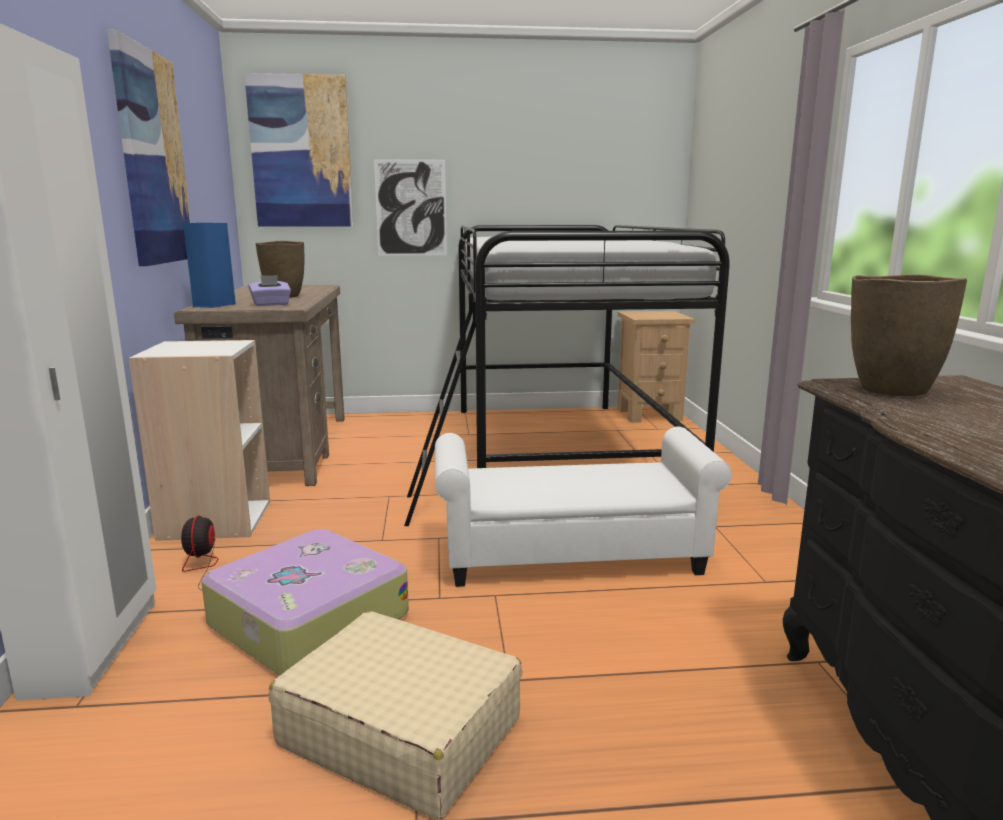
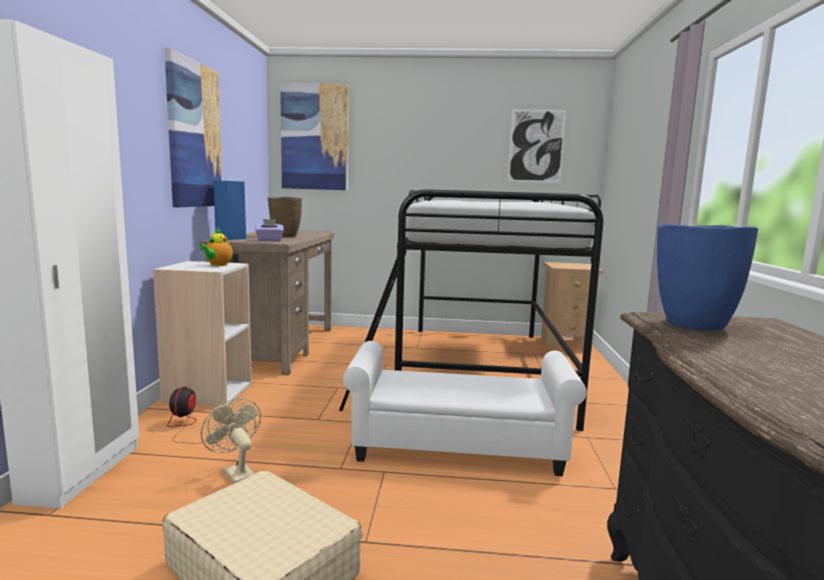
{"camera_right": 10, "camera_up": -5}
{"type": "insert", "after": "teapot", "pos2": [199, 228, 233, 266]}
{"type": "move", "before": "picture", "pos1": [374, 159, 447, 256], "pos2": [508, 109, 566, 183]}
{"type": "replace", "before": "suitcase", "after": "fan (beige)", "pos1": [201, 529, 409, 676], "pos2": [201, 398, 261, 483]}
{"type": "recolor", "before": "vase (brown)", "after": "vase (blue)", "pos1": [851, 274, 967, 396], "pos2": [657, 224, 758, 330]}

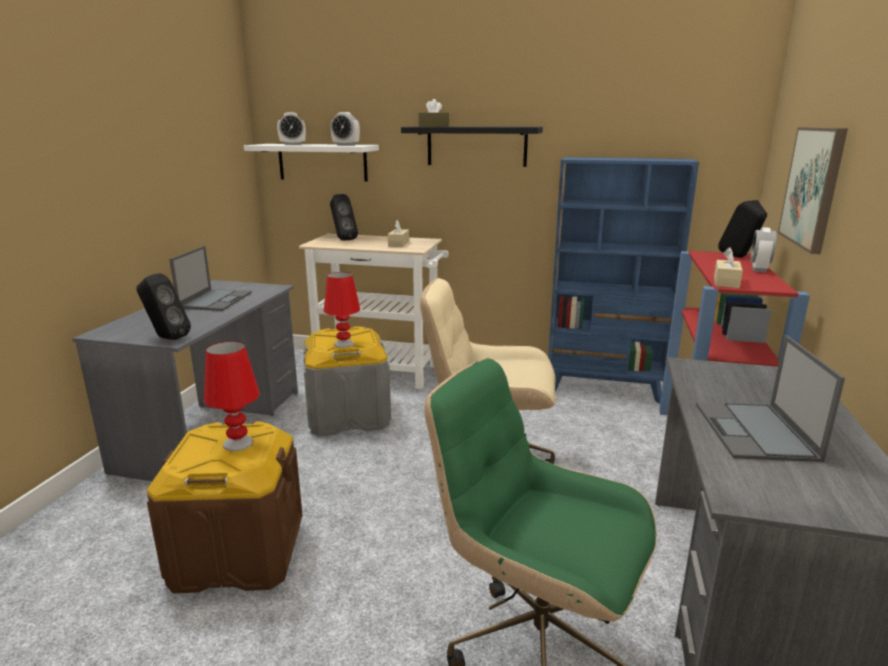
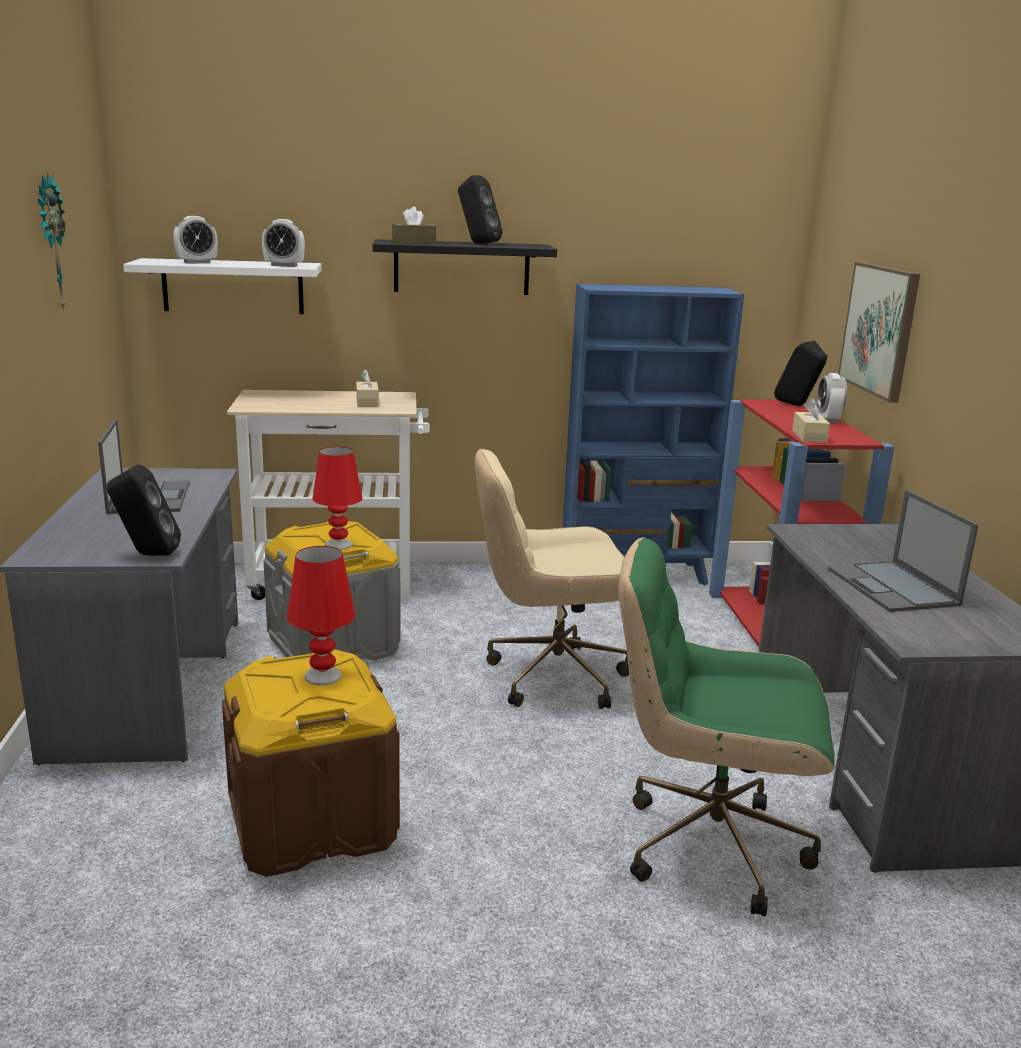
{"camera_right": -20, "camera_up": 0}
{"type": "insert", "after": "wall clock", "pos2": [38, 173, 67, 311]}
{"type": "move", "before": "speaker (black)", "pos1": [330, 194, 358, 241], "pos2": [458, 175, 503, 244]}

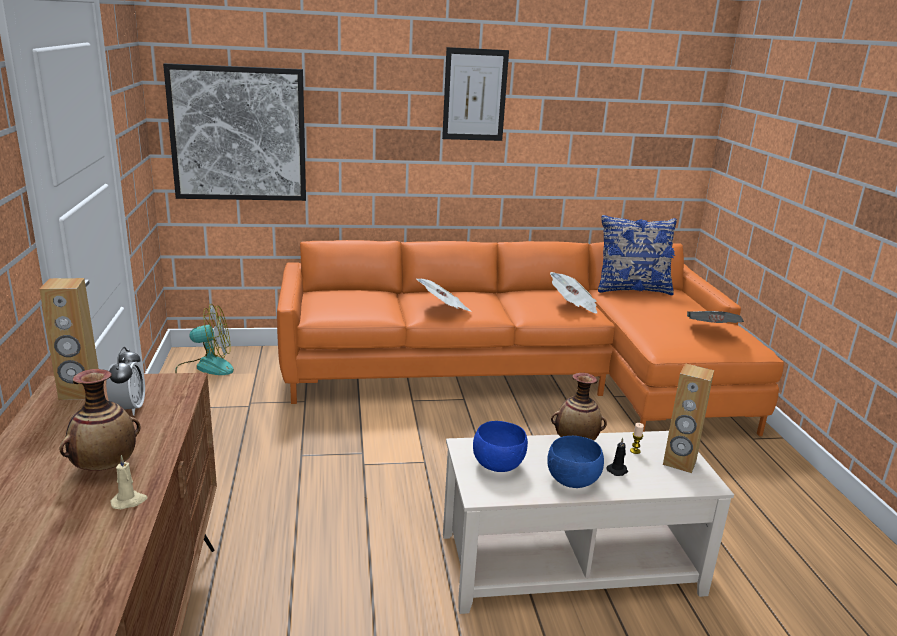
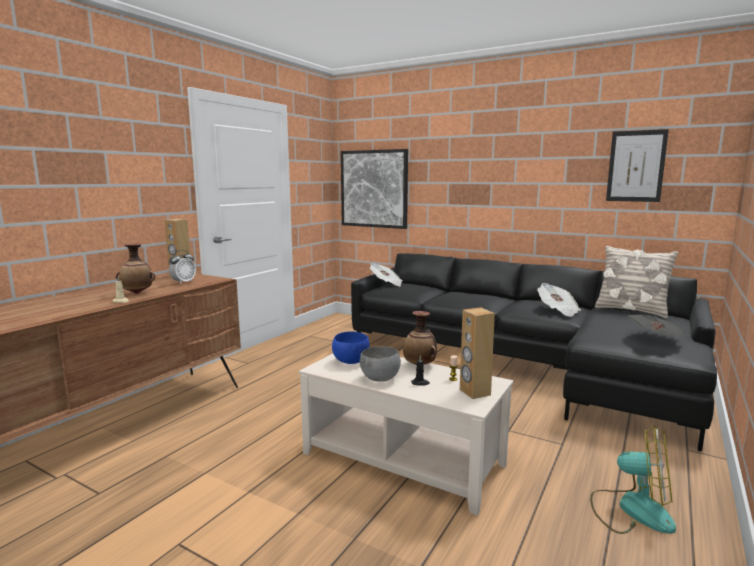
{"camera_right": 40, "camera_up": -10}
{"type": "move", "before": "fan", "pos1": [175, 304, 234, 375], "pos2": [590, 425, 676, 534]}
{"type": "move", "before": "newspaper", "pos1": [416, 278, 472, 312], "pos2": [370, 263, 403, 286]}
{"type": "move", "before": "picture", "pos1": [442, 47, 509, 141], "pos2": [606, 129, 669, 202]}
{"type": "recolor", "before": "sofa (orange)", "after": "sofa (black)", "pos1": [277, 240, 784, 436], "pos2": [351, 253, 717, 451]}
{"type": "recolor", "before": "bowl (blue)", "after": "bowl (grey)", "pos1": [547, 436, 604, 488], "pos2": [360, 346, 401, 382]}
{"type": "recolor", "before": "pillow (blue)", "after": "pillow (beige)", "pos1": [598, 215, 677, 295], "pos2": [595, 246, 678, 319]}

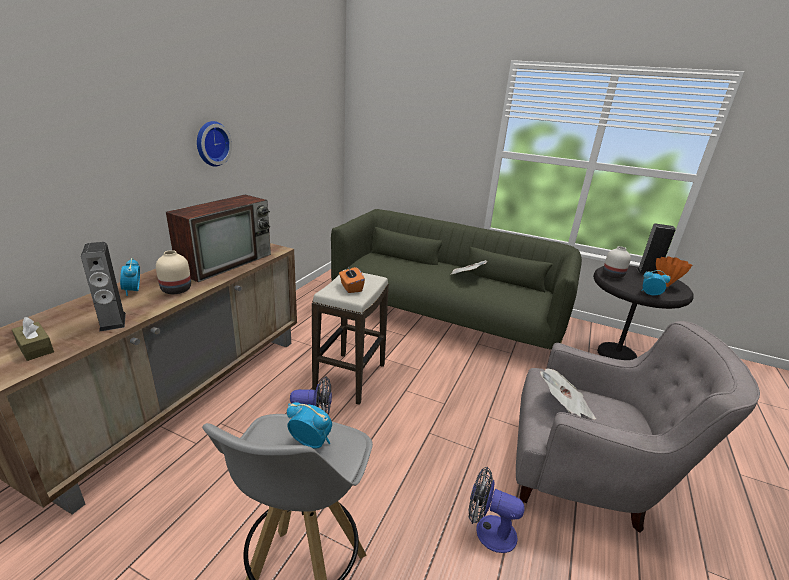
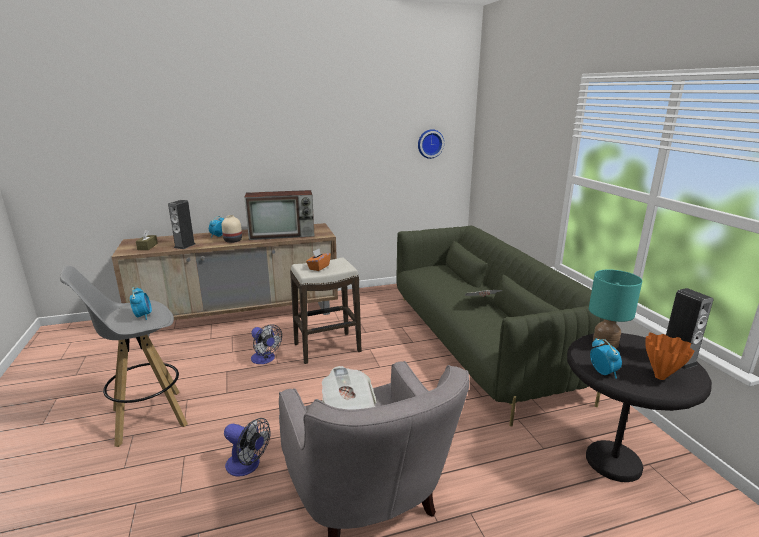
{"camera_right": 50, "camera_up": -5}
{"type": "move", "before": "wall clock", "pos1": [197, 121, 232, 167], "pos2": [418, 129, 444, 159]}
{"type": "replace", "before": "vase (white)", "after": "table lamp (turquoise)", "pos1": [603, 246, 631, 278], "pos2": [589, 269, 642, 349]}
{"type": "rotate", "before": "fan", "pos1": [468, 467, 525, 553], "pos2": [224, 418, 271, 476], "turn": 135}

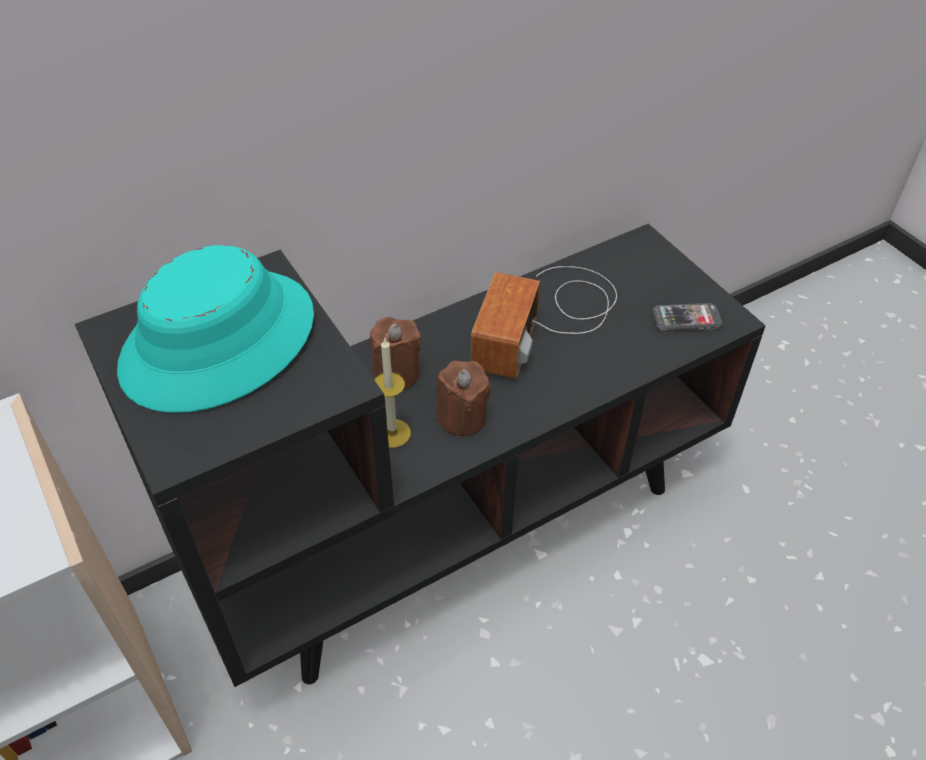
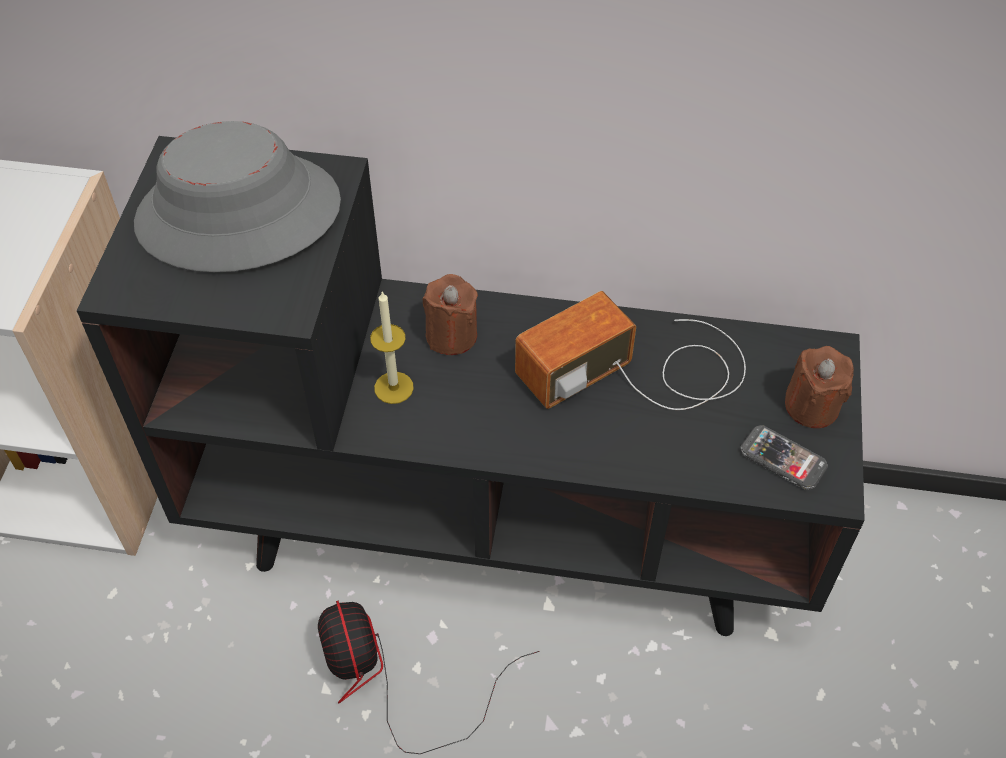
{"camera_right": 40, "camera_up": 5}
{"type": "insert", "after": "fan", "pos2": [318, 600, 540, 754]}
{"type": "move", "before": "candle (brown)", "pos1": [436, 361, 492, 436], "pos2": [785, 346, 854, 428]}
{"type": "recolor", "before": "hat (turquoise)", "after": "hat (grey)", "pos1": [117, 245, 314, 413], "pos2": [134, 121, 341, 273]}

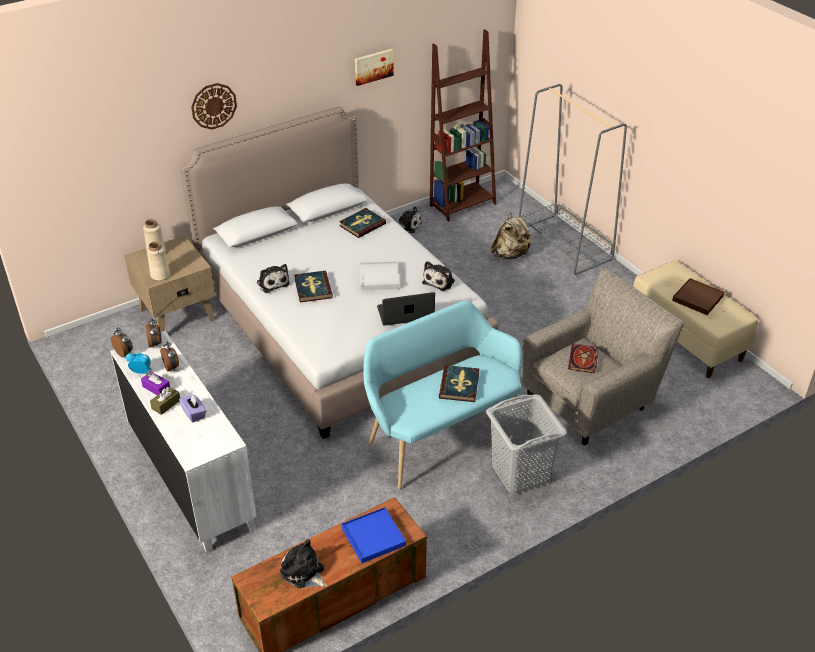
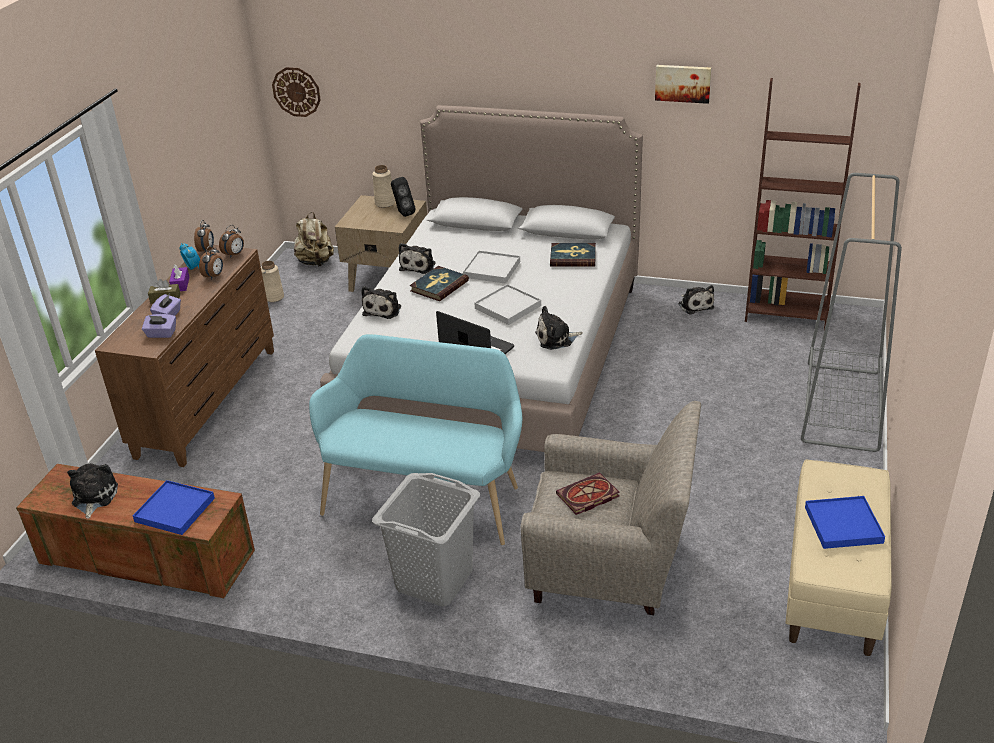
{"camera_right": 50, "camera_up": -5}
{"type": "delete", "before": "book", "pos1": [439, 365, 479, 402]}
{"type": "insert", "after": "tissue box (purple)", "pos2": [142, 314, 176, 338]}
{"type": "insert", "after": "plush toy", "pos2": [361, 286, 401, 319]}
{"type": "insert", "after": "speaker (black)", "pos2": [391, 177, 416, 217]}
{"type": "insert", "after": "tray (white)", "pos2": [463, 250, 520, 284]}
{"type": "move", "before": "vase (beige)", "pos1": [147, 242, 170, 281], "pos2": [261, 261, 284, 302]}
{"type": "move", "before": "wall clock", "pos1": [191, 83, 237, 130], "pos2": [272, 67, 321, 117]}
{"type": "move", "before": "backpack (beige)", "pos1": [491, 213, 532, 259], "pos2": [294, 212, 334, 267]}
{"type": "recolor", "before": "dresser (white)", "after": "dresser (brown)", "pos1": [110, 331, 257, 553], "pos2": [95, 245, 274, 467]}
{"type": "recolor", "before": "tray (brown)", "after": "tray (blue)", "pos1": [672, 278, 724, 315], "pos2": [805, 496, 885, 549]}

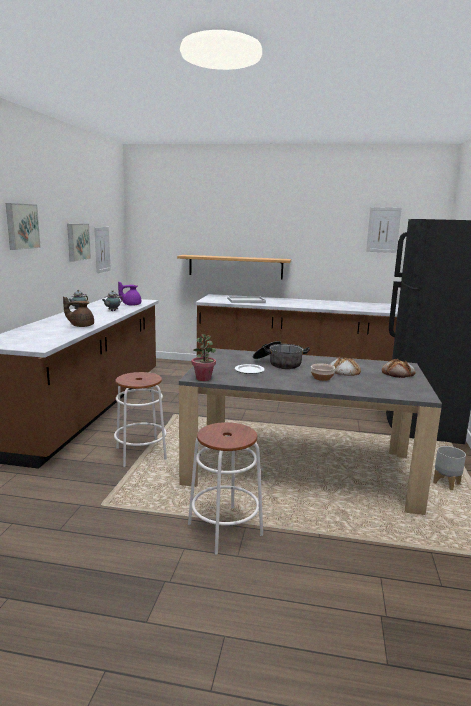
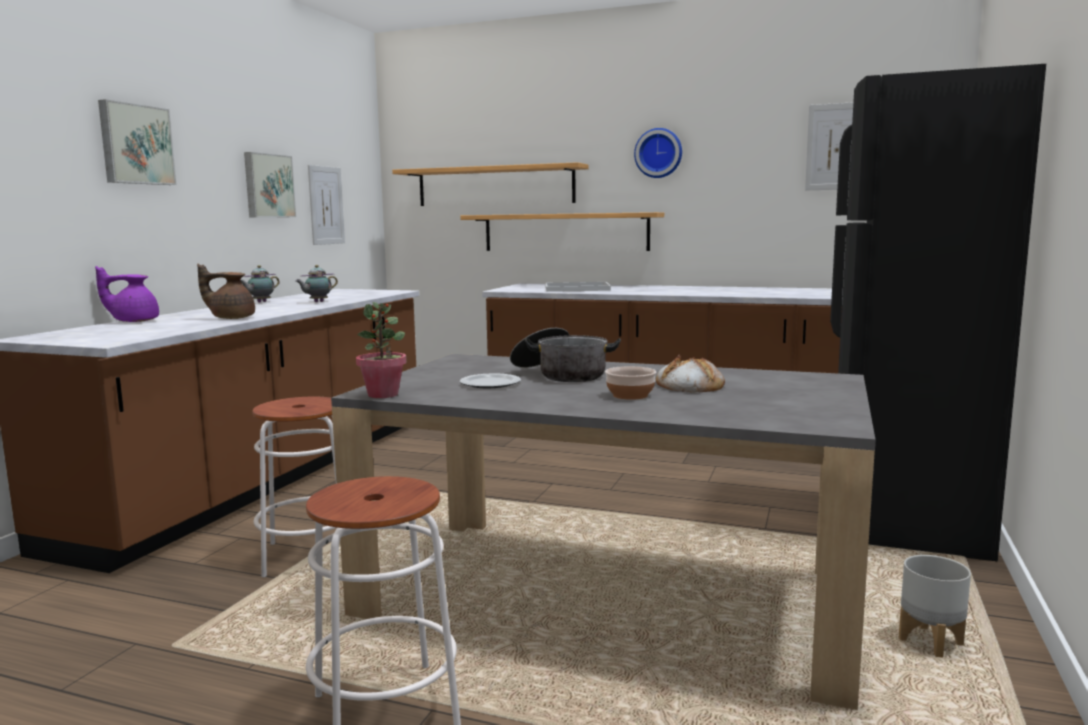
{"camera_right": 10, "camera_up": -5}
{"type": "delete", "before": "bread", "pos1": [382, 359, 415, 378]}
{"type": "insert", "after": "shelf", "pos2": [392, 162, 589, 206]}
{"type": "insert", "after": "wall clock", "pos2": [634, 128, 682, 178]}
{"type": "move", "before": "teapot (purple)", "pos1": [118, 282, 141, 306], "pos2": [95, 266, 159, 322]}

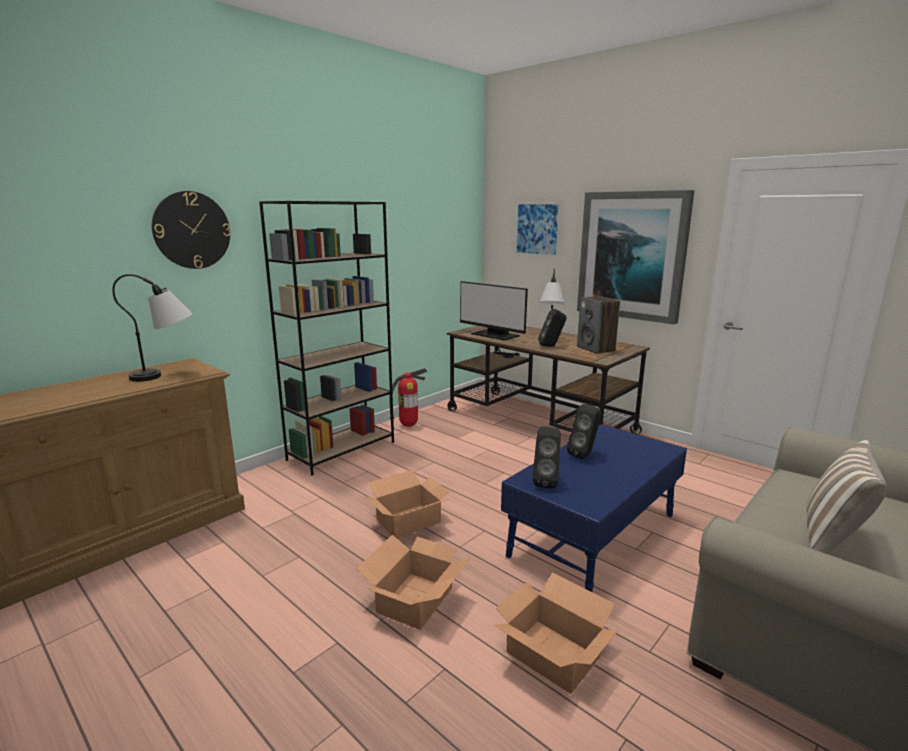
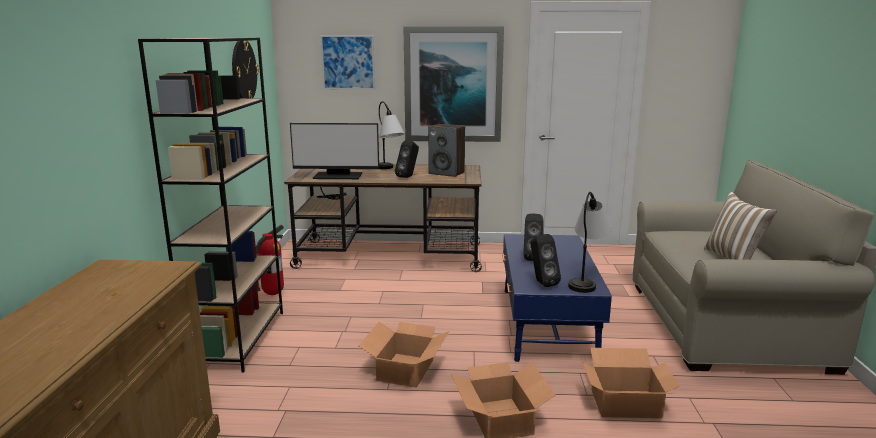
{"camera_right": -40, "camera_up": 0}
{"type": "move", "before": "table lamp", "pos1": [112, 274, 193, 382], "pos2": [568, 192, 611, 293]}
{"type": "move", "before": "wall clock", "pos1": [152, 191, 231, 269], "pos2": [232, 41, 259, 98]}

